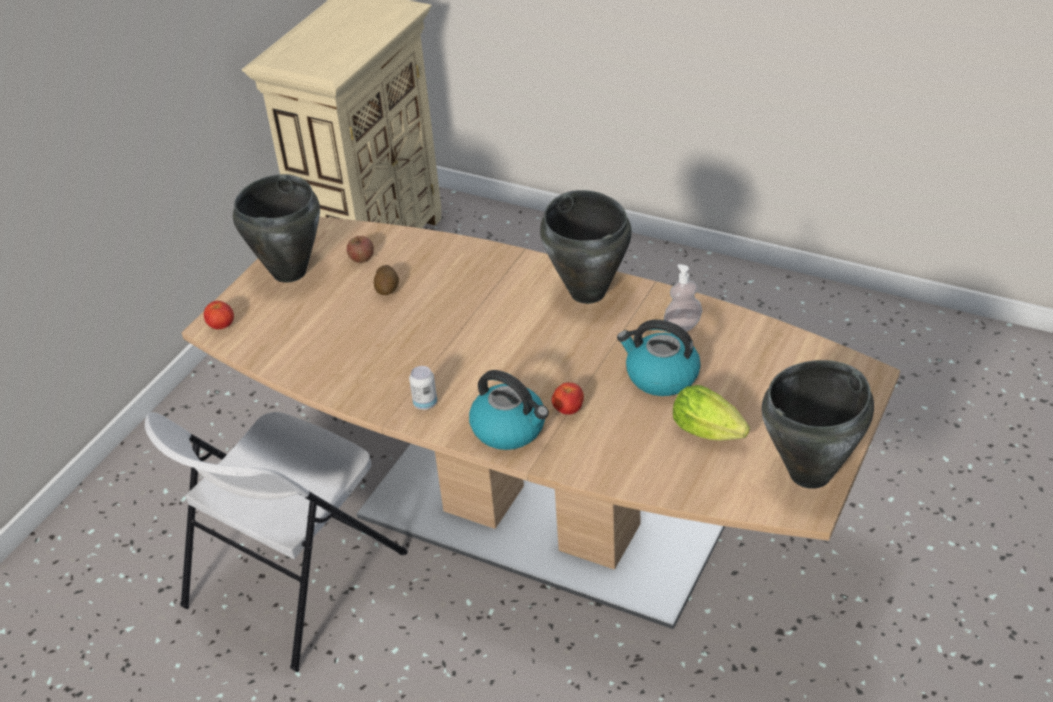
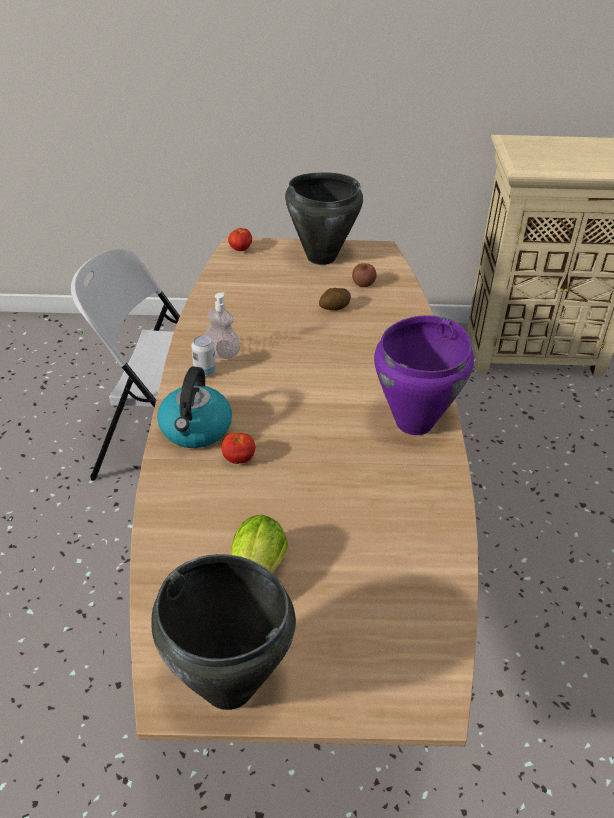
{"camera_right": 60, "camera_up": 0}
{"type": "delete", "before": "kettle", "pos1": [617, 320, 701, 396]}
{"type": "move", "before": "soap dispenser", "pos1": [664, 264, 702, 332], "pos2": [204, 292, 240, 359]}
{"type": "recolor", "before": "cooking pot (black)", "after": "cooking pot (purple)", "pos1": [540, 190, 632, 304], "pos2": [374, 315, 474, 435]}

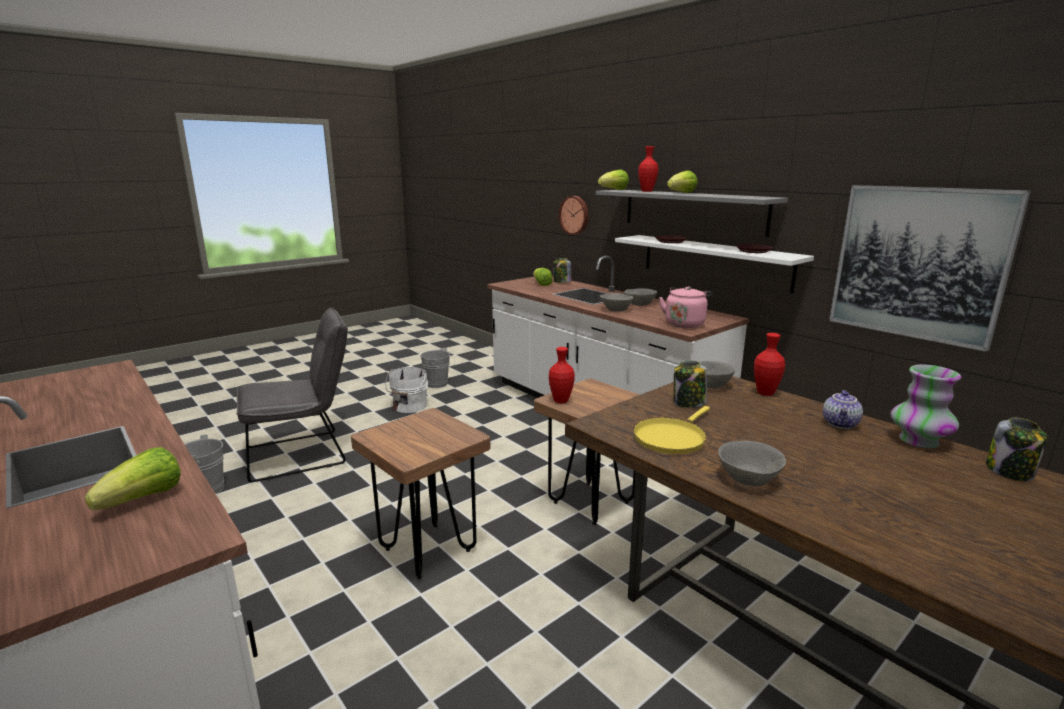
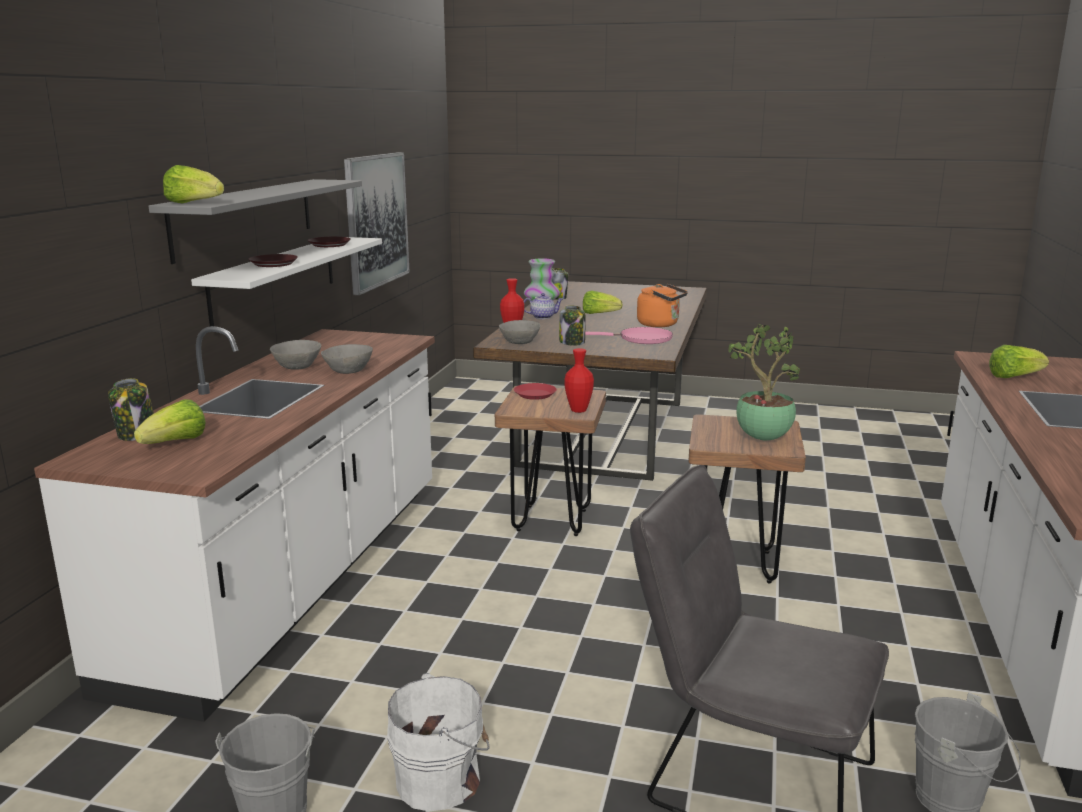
{"camera_right": -125, "camera_up": 0}
{"type": "delete", "before": "wall clock", "pos1": [559, 196, 589, 235]}
{"type": "delete", "before": "vase (red)", "pos1": [638, 146, 659, 192]}
{"type": "delete", "before": "kettle (pink)", "pos1": [659, 286, 712, 328]}
{"type": "insert", "after": "plate (red)", "pos2": [514, 383, 557, 400]}
{"type": "insert", "after": "potted plant", "pos2": [728, 323, 800, 440]}
{"type": "move", "before": "lettuce", "pos1": [667, 170, 698, 193], "pos2": [583, 291, 622, 314]}
{"type": "replace", "before": "bowl (grey)", "after": "kettle (orange)", "pos1": [718, 441, 786, 487], "pos2": [637, 284, 688, 327]}
{"type": "recolor", "before": "frying pan (yellow)", "after": "frying pan (pink)", "pos1": [633, 406, 710, 454], "pos2": [585, 327, 673, 344]}

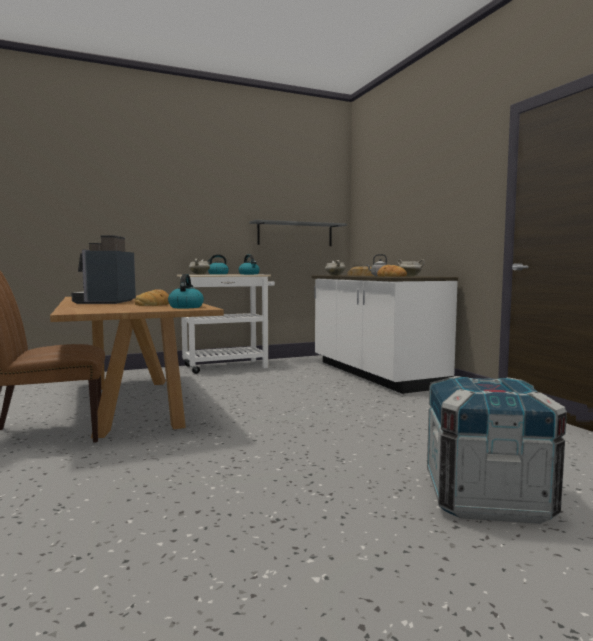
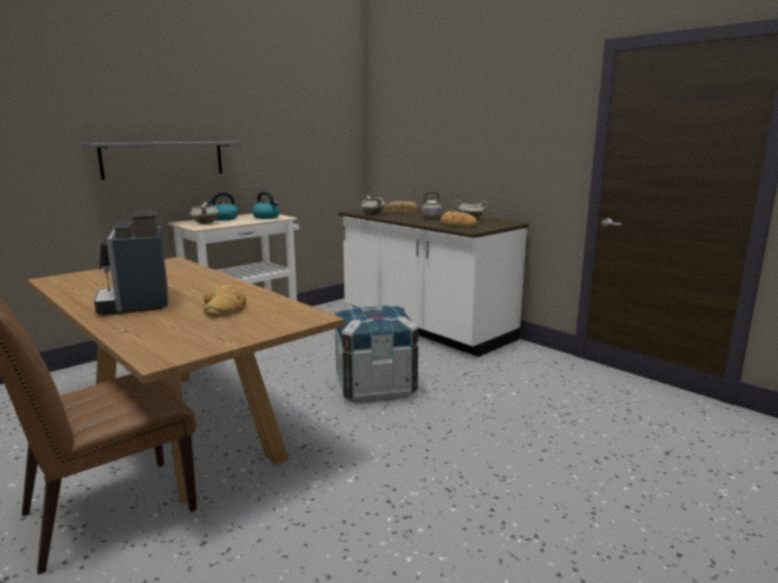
{"camera_right": -20, "camera_up": 10}
{"type": "delete", "before": "kettle", "pos1": [168, 274, 204, 308]}
{"type": "move", "before": "shelf (grey)", "pos1": [249, 220, 347, 246], "pos2": [82, 141, 243, 180]}
{"type": "move", "before": "crate", "pos1": [427, 376, 567, 524], "pos2": [335, 304, 419, 403]}

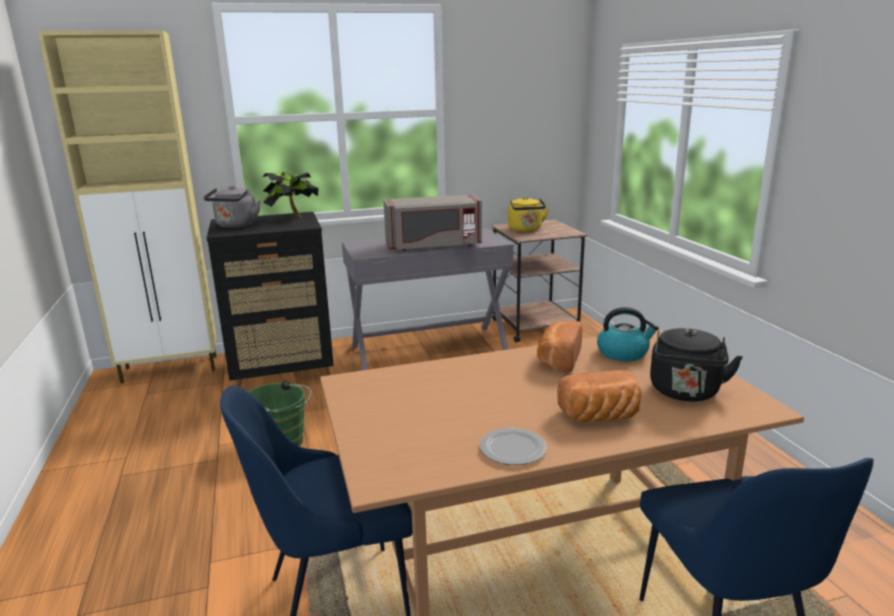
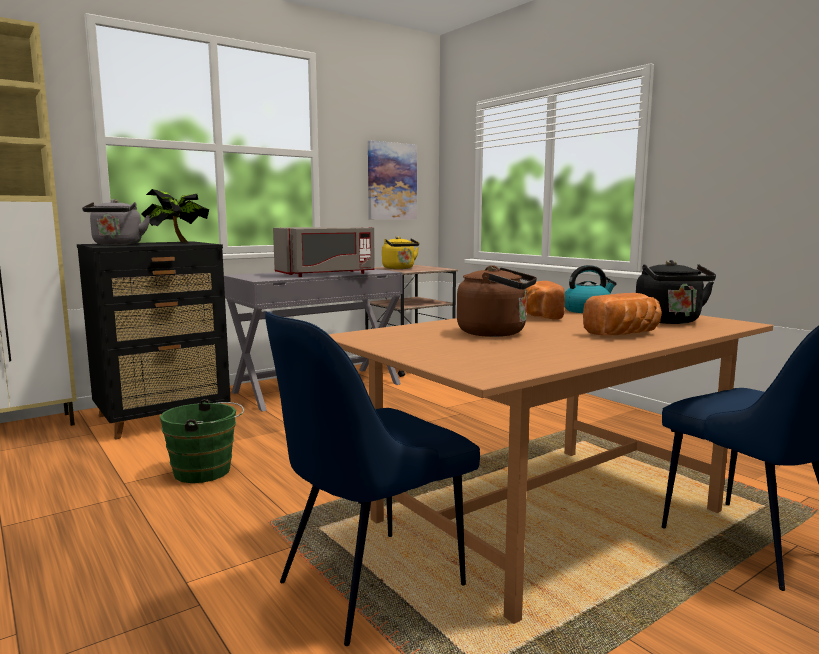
{"camera_right": -20, "camera_up": -10}
{"type": "delete", "before": "plate", "pos1": [480, 428, 547, 465]}
{"type": "insert", "after": "picture", "pos2": [368, 141, 417, 219]}
{"type": "insert", "after": "kettle (brown)", "pos2": [457, 265, 537, 337]}

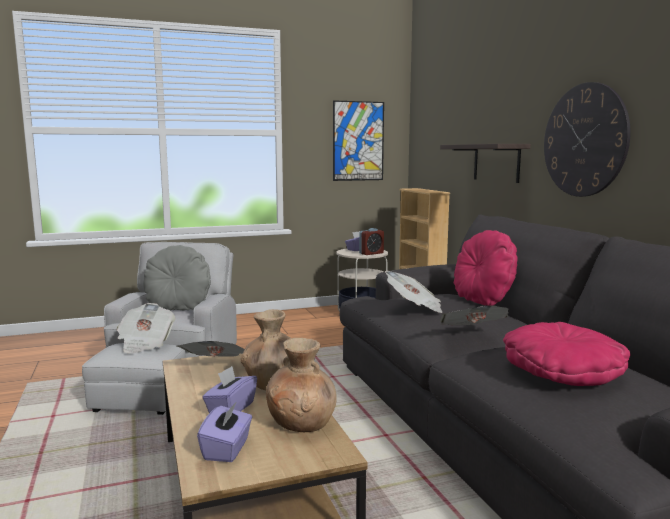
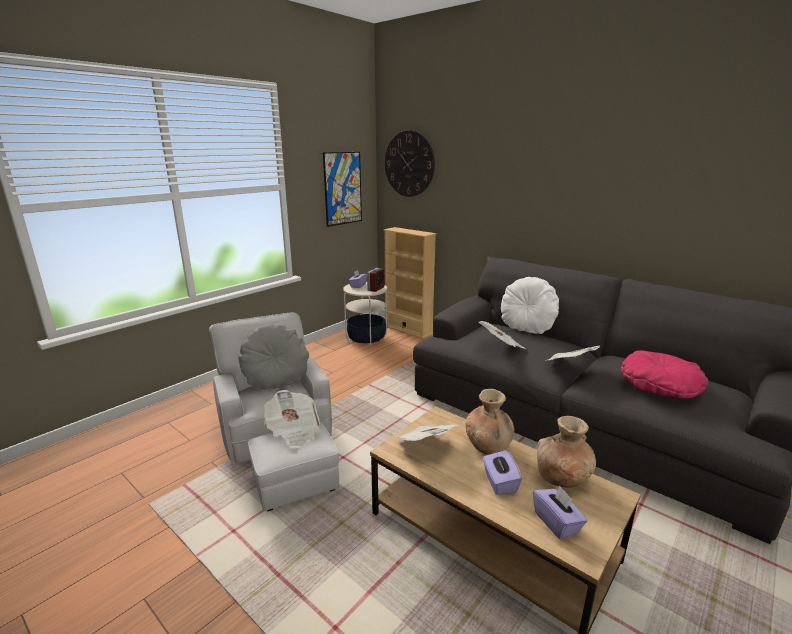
{"camera_right": -30, "camera_up": 10}
{"type": "delete", "before": "shelf", "pos1": [440, 144, 531, 183]}
{"type": "move", "before": "wall clock", "pos1": [544, 82, 631, 197], "pos2": [385, 130, 435, 197]}
{"type": "recolor", "before": "pillow (pink)", "after": "pillow (white)", "pos1": [454, 230, 518, 306], "pos2": [501, 277, 559, 334]}

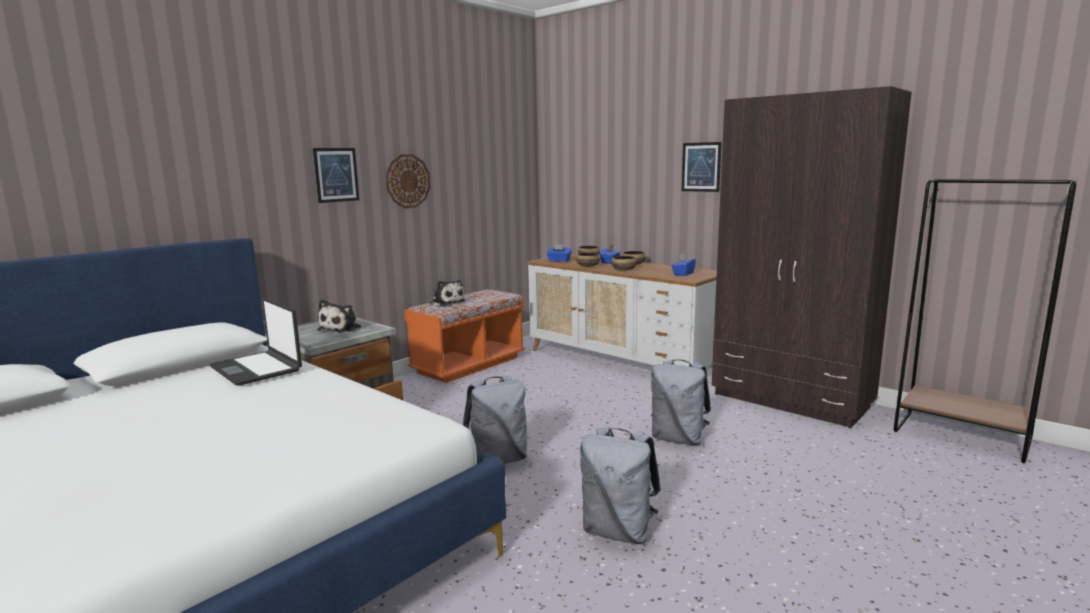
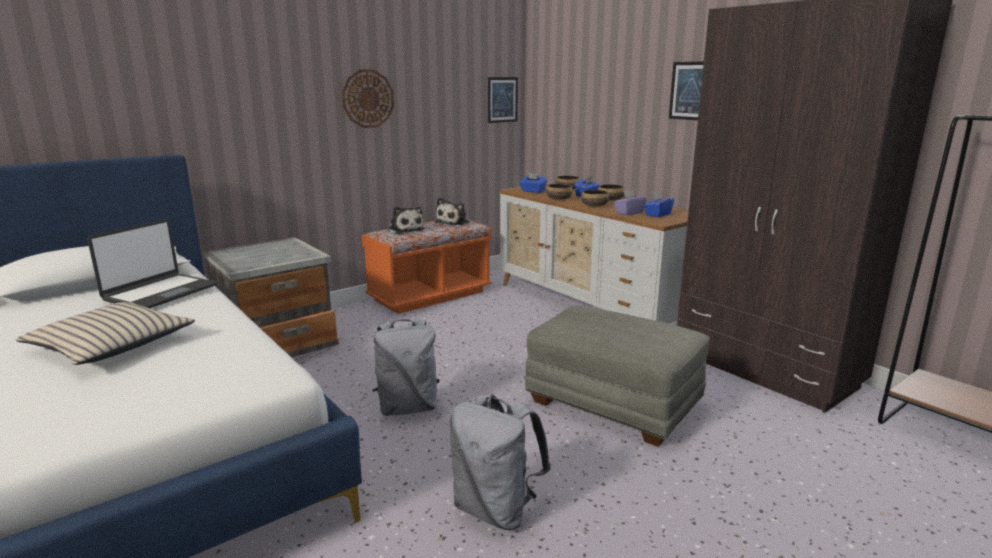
{"camera_right": 10, "camera_up": 5}
{"type": "insert", "after": "pillow (beige)", "pos2": [16, 302, 195, 365]}
{"type": "insert", "after": "tissue box (purple)", "pos2": [614, 190, 647, 215]}
{"type": "move", "before": "picture", "pos1": [313, 148, 359, 203], "pos2": [488, 77, 518, 123]}
{"type": "move", "before": "plush toy", "pos1": [317, 299, 361, 333], "pos2": [435, 198, 470, 226]}
{"type": "replace", "before": "backpack (grey)", "after": "ottoman (grey)", "pos1": [651, 359, 711, 446], "pos2": [525, 306, 710, 447]}
{"type": "rotate", "before": "laptop", "pos1": [210, 297, 302, 386], "pos2": [87, 219, 217, 308], "turn": -120}

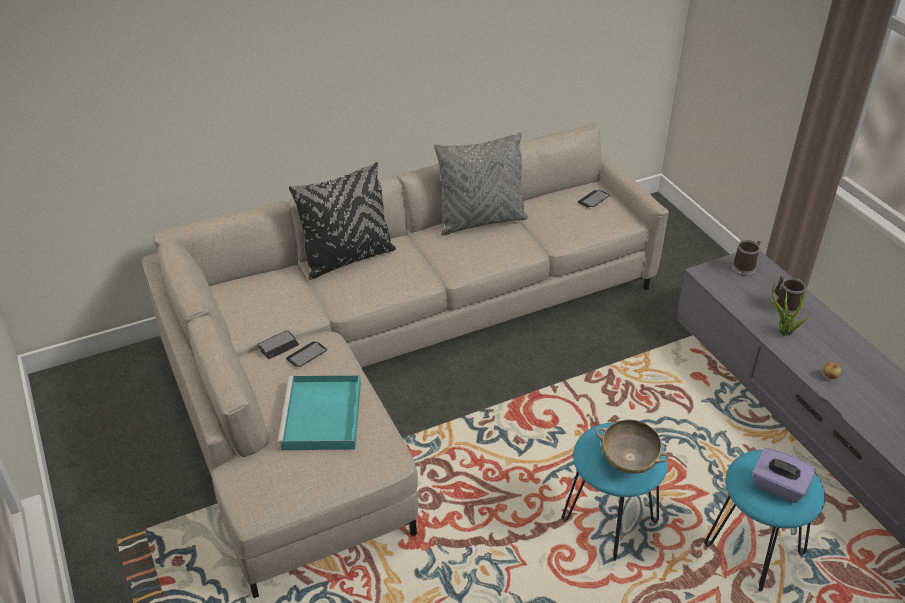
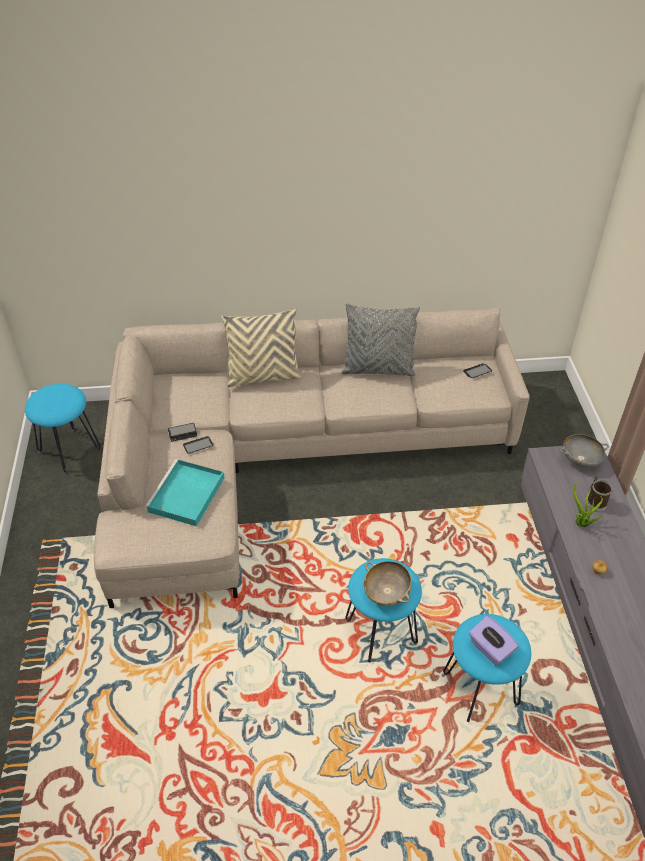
{"camera_right": 20, "camera_up": 5}
{"type": "insert", "after": "stool (turquoise)", "pos2": [25, 384, 101, 474]}
{"type": "replace", "before": "mug", "after": "bowl (grey)", "pos1": [731, 240, 761, 277], "pos2": [560, 434, 609, 468]}
{"type": "recolor", "before": "pillow (black)", "after": "pillow (beige)", "pos1": [289, 162, 396, 280], "pos2": [221, 309, 301, 387]}

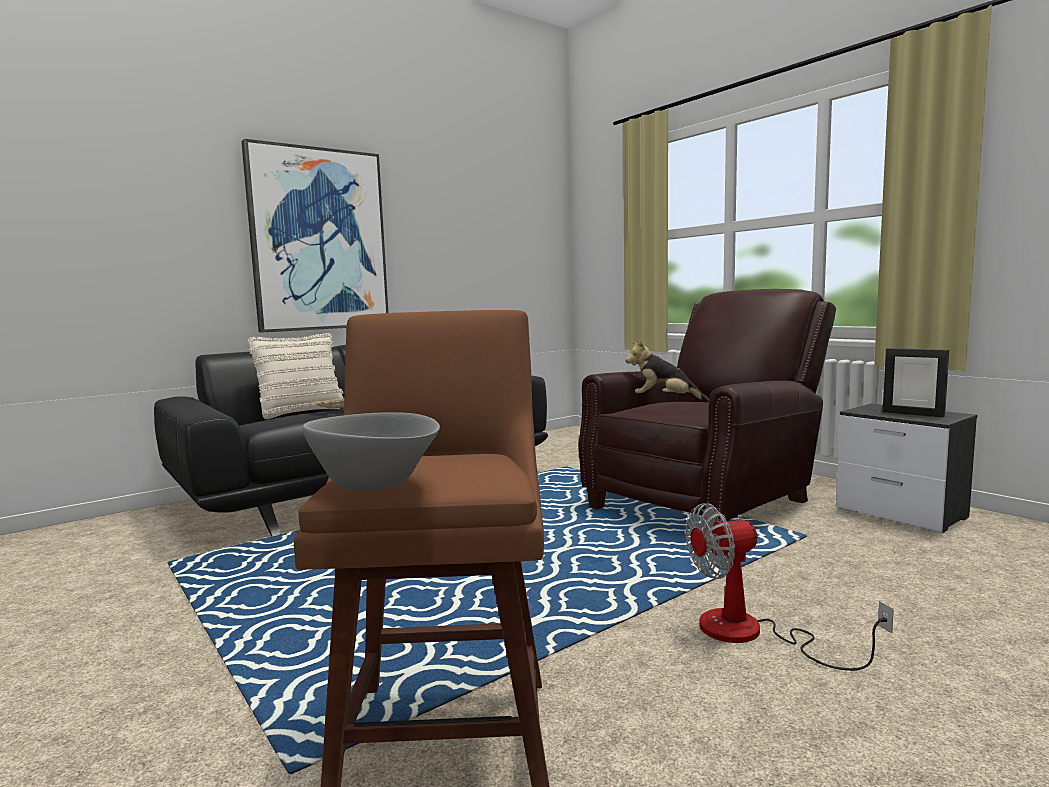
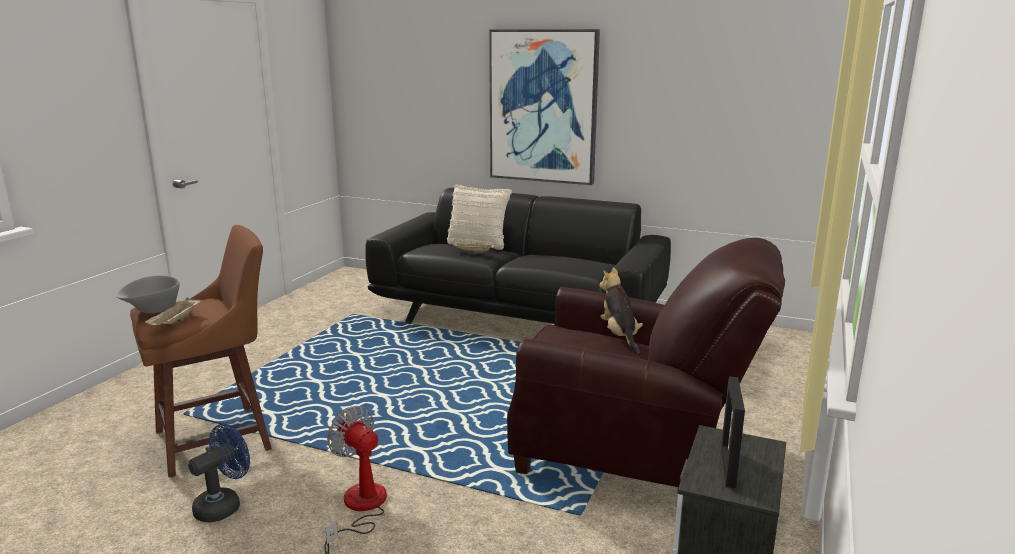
{"camera_right": 60, "camera_up": 10}
{"type": "insert", "after": "tray (beige)", "pos2": [144, 297, 201, 325]}
{"type": "insert", "after": "fan (blue)", "pos2": [188, 424, 250, 523]}

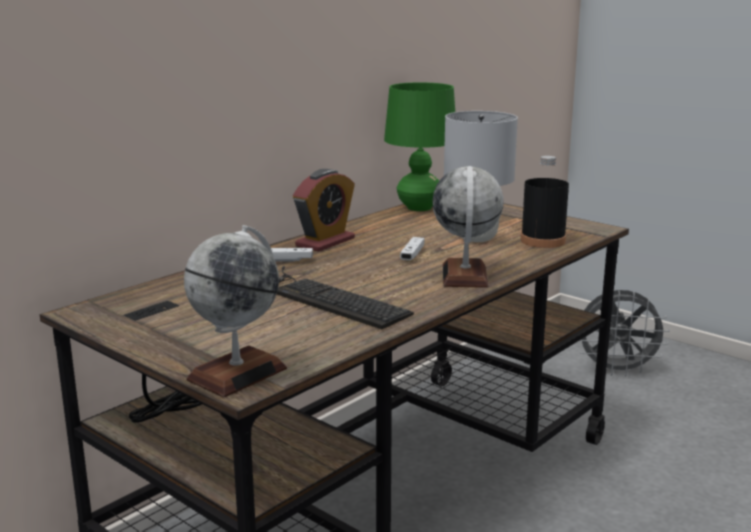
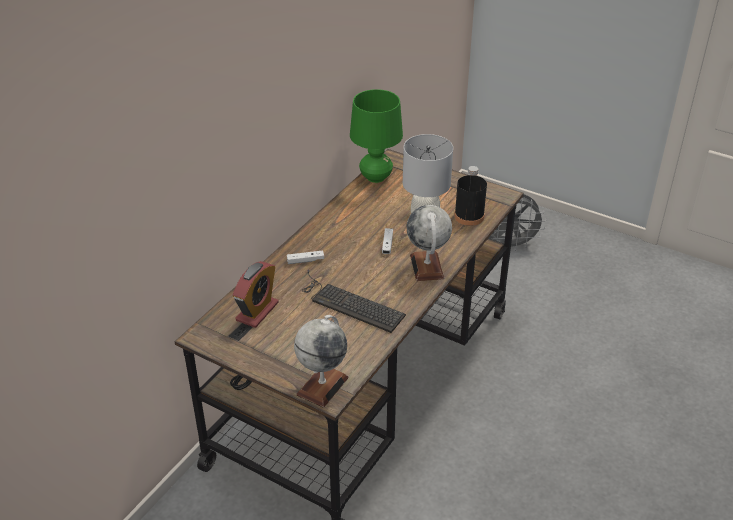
{"camera_right": -10, "camera_up": 20}
{"type": "move", "before": "alarm clock", "pos1": [293, 169, 355, 252], "pos2": [233, 261, 279, 328]}

